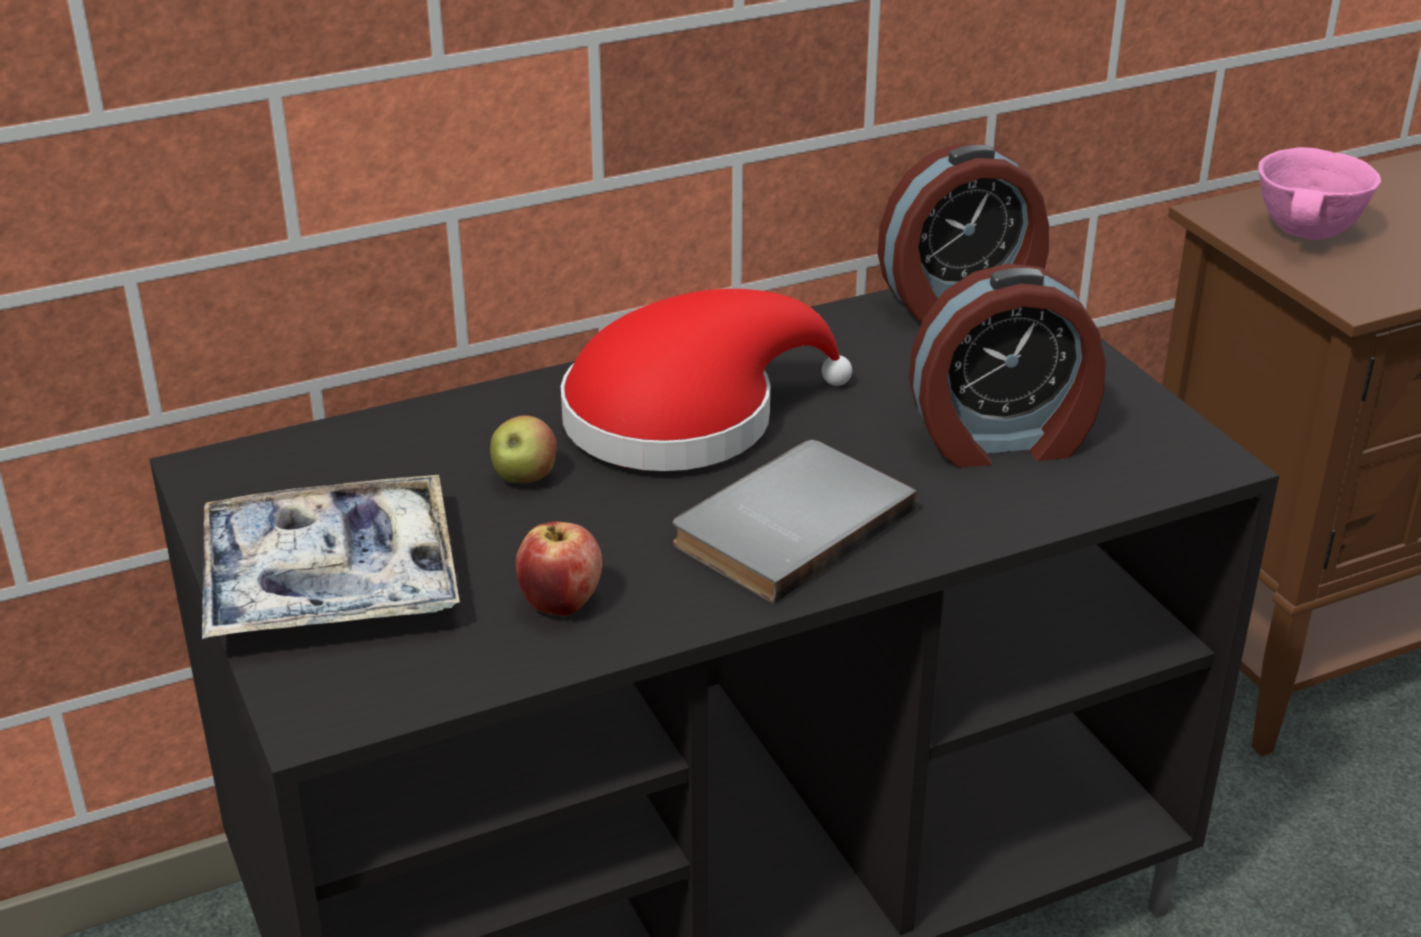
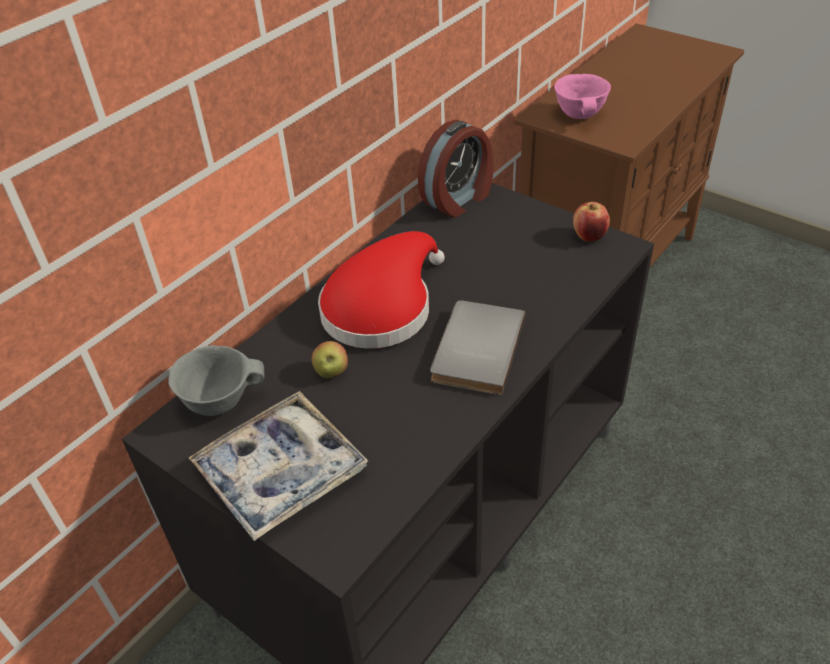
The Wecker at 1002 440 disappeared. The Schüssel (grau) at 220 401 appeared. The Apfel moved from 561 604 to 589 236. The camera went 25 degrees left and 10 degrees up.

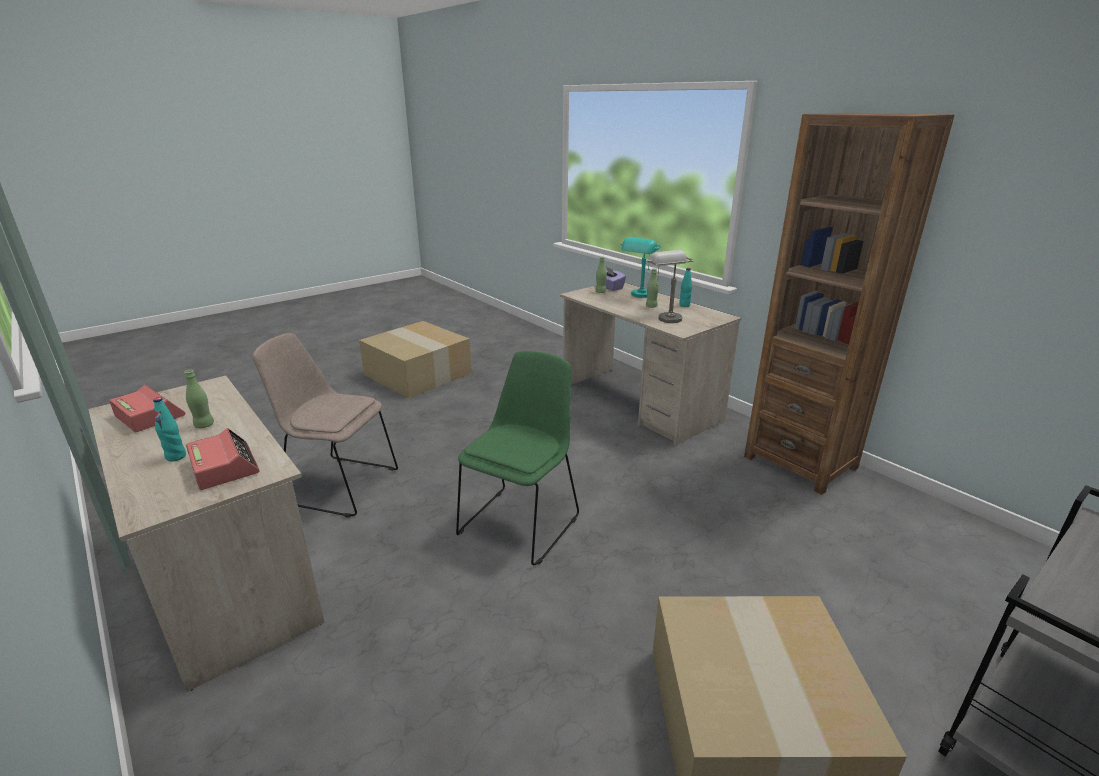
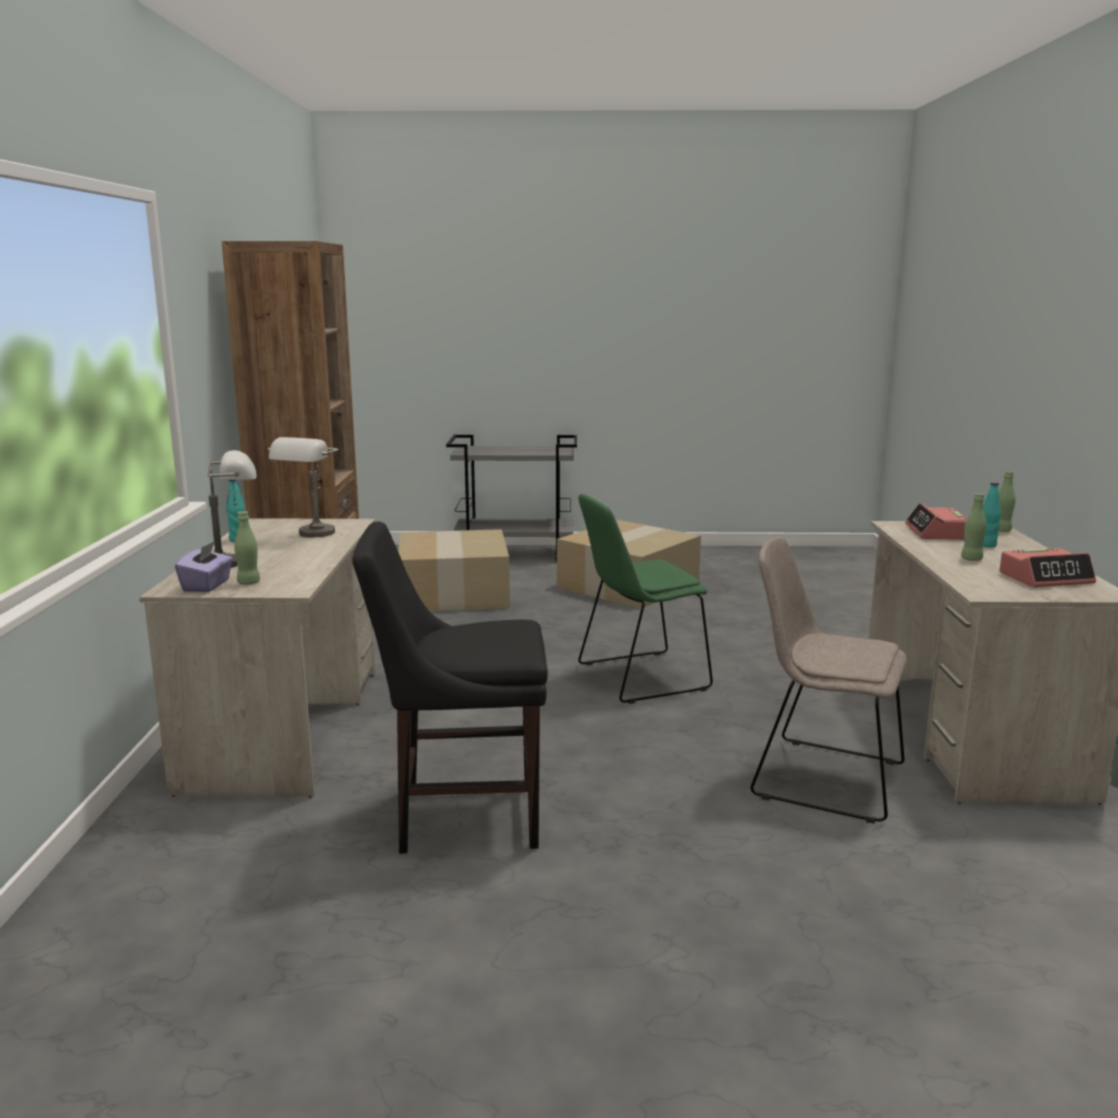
The Stuhl (schwarz) at 460 816 appeared. The Karton moved from 420 374 to 452 592. The Flasche (grün) moved from 651 306 to 1001 530. The Tischlampe (türkis) at 639 296 became the Tischlampe (grau) at 234 562. The Wecker at 149 416 turned 90 degrees counterclockwise. The Stuhl (beige) at 338 485 turned 150 degrees clockwise. The camera went 140 degrees left and 10 degrees down.

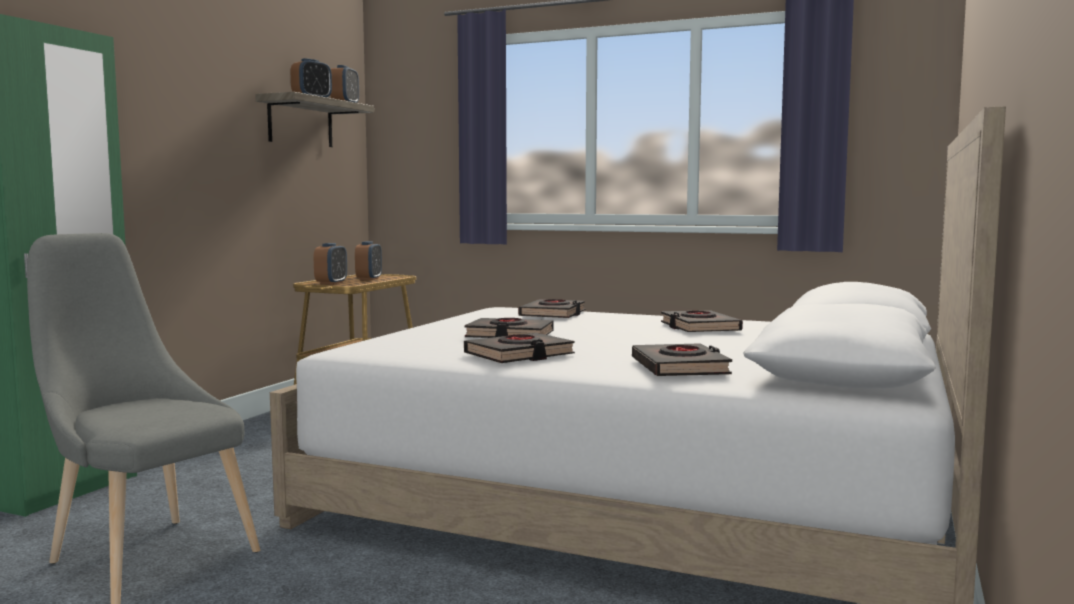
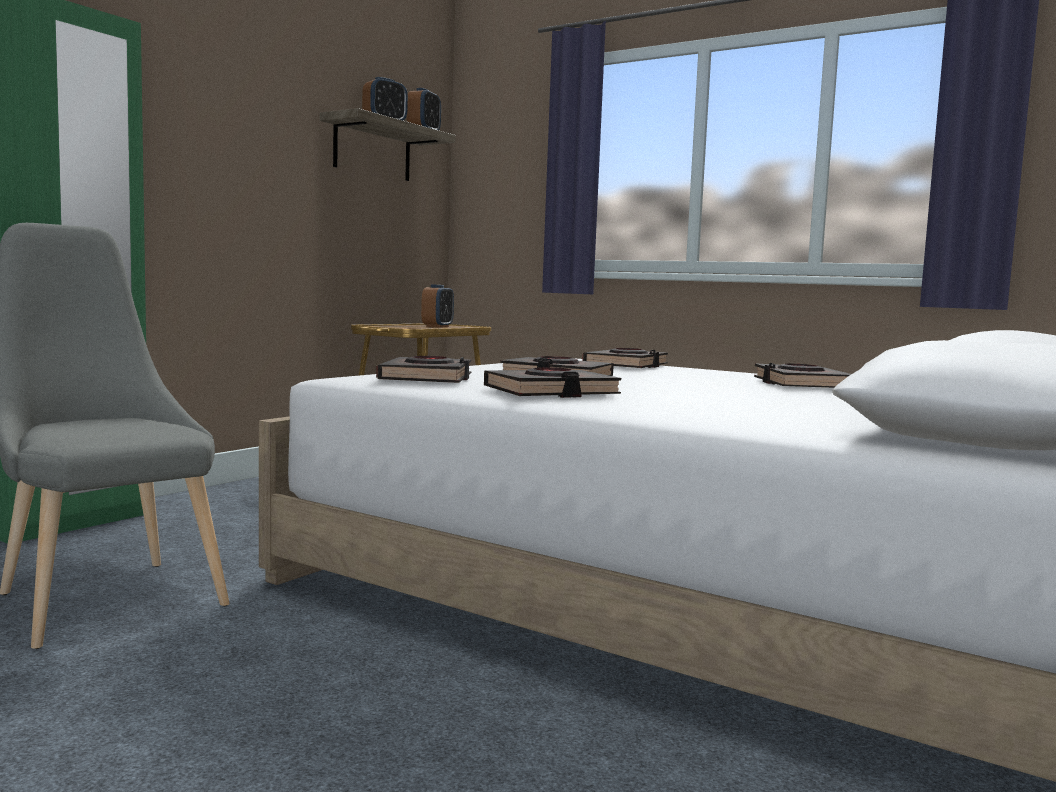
The Wecker at 331 283 disappeared. The Buch (schwarz) moved from 680 368 to 427 378. The camera went 10 degrees right and 0 degrees up.

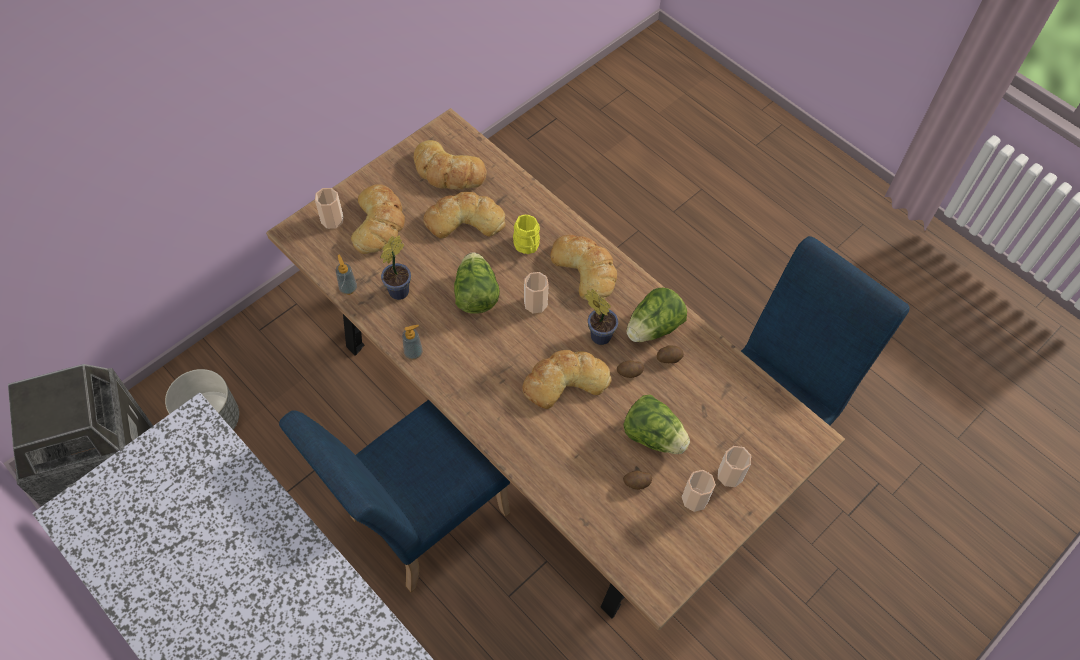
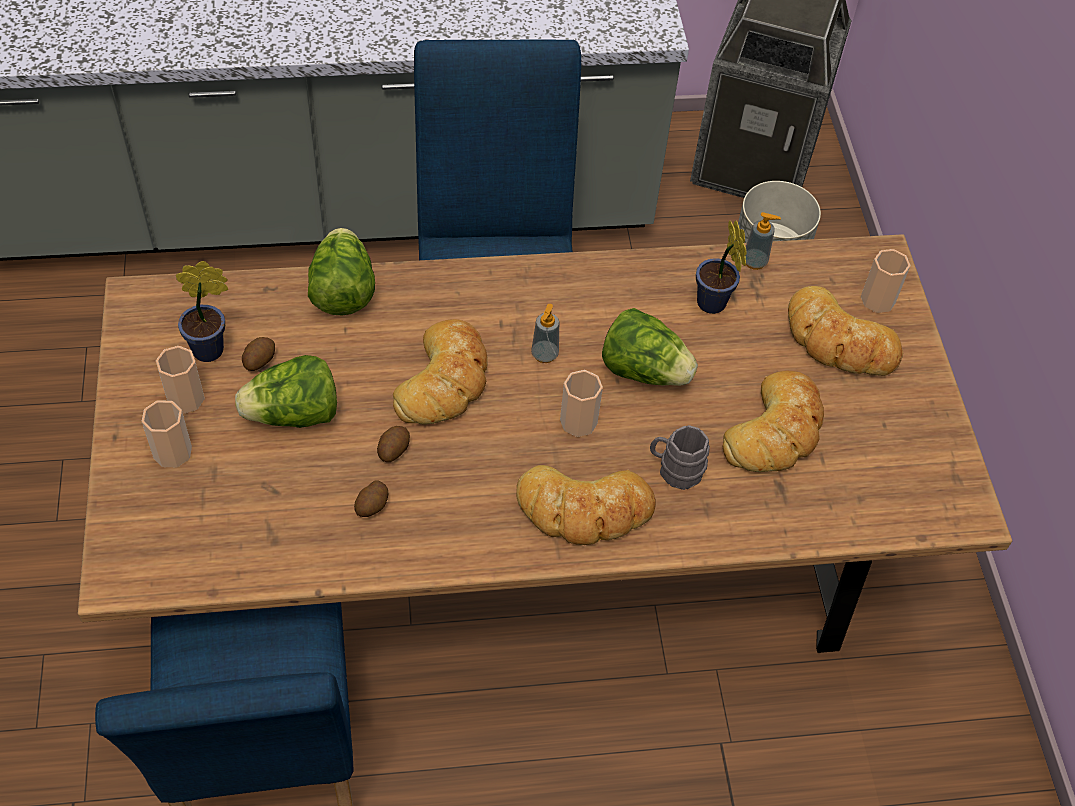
The Brot at 448 172 disappeared. The Seifenspender moved from 413 352 to 544 354. The Topfpflanze moved from 598 334 to 212 350. The Salatkopf moved from 653 328 to 342 291. The Henkelbecher (gelb) at 527 247 became the Henkelbecher (grau) at 675 470. The camera went 125 degrees right and 5 degrees down.

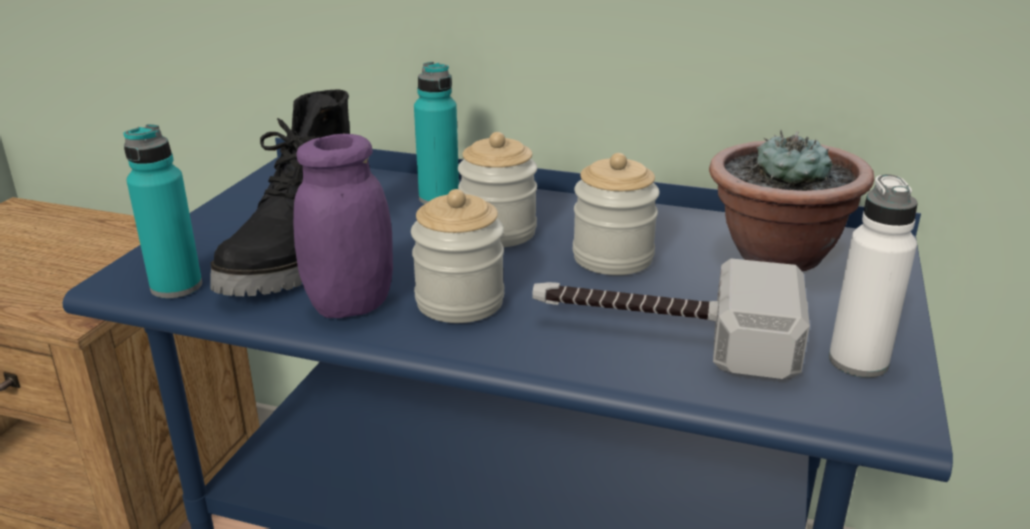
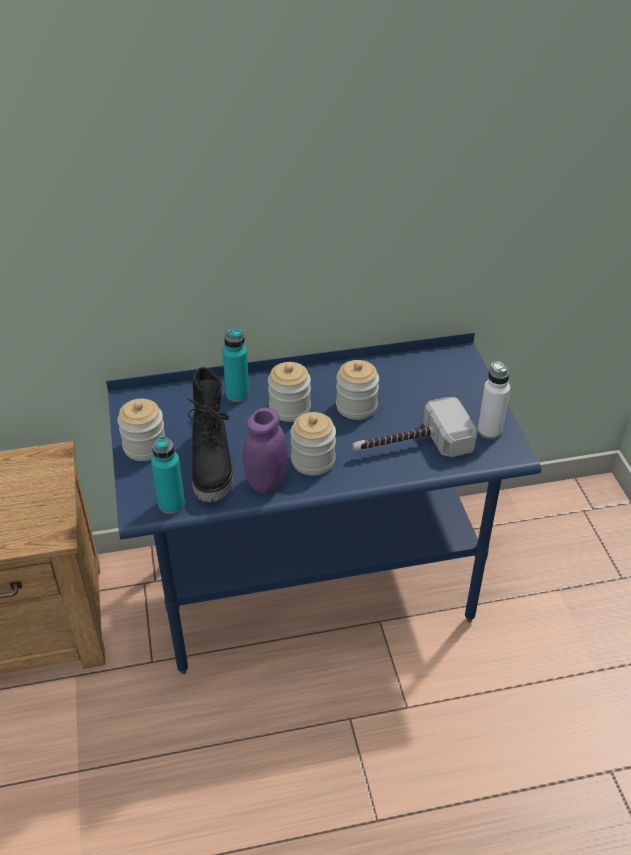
The Topfpflanze at 777 254 disappeared. The Vorratsglas at 145 447 appeared. The camera went 30 degrees left and 15 degrees up.

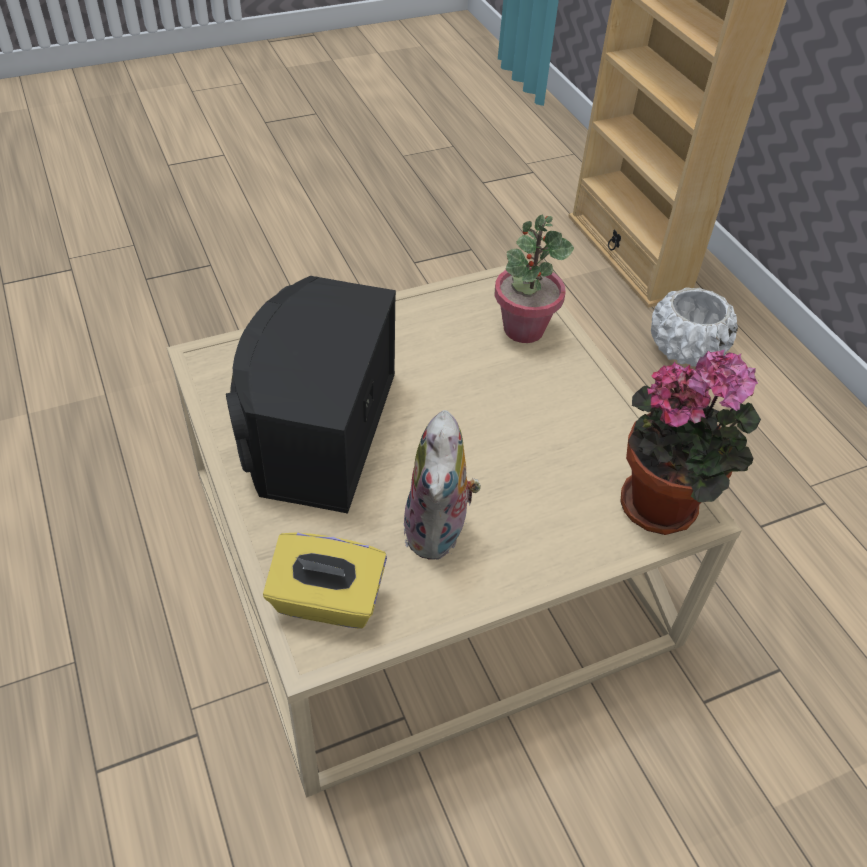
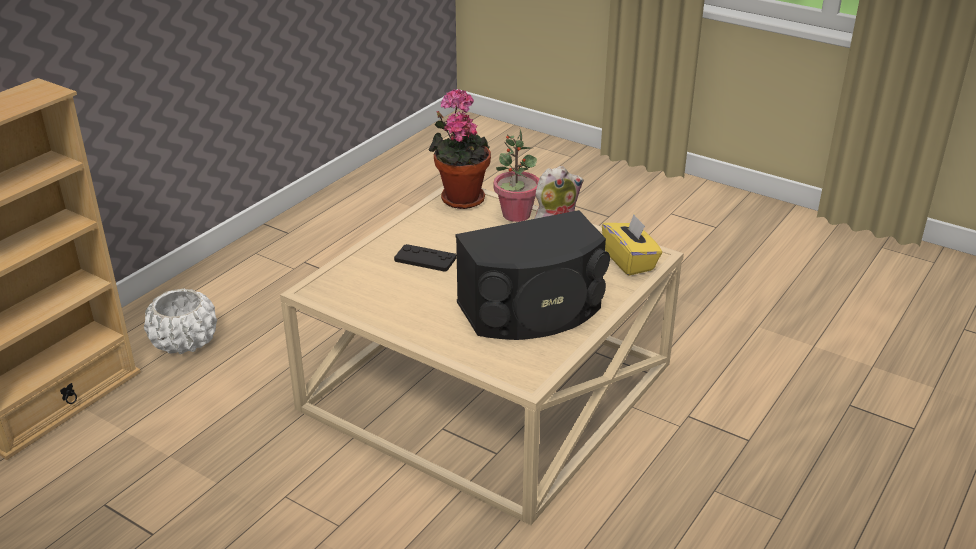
The Gamepad (schwarz) at 425 259 appeared. The Topfpflanze moved from 523 329 to 516 215. The camera went 120 degrees left and 15 degrees down.

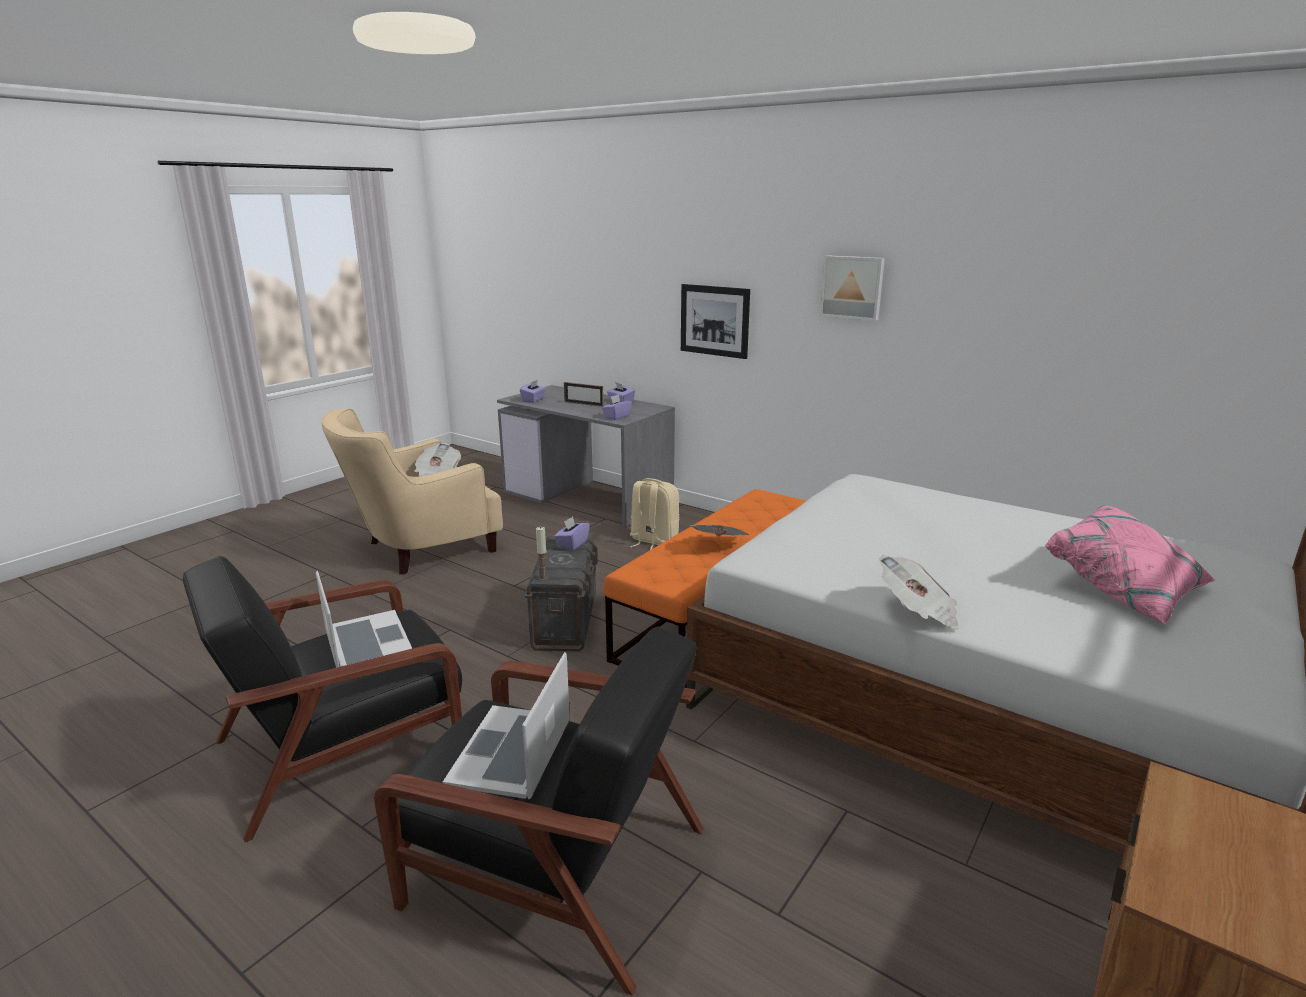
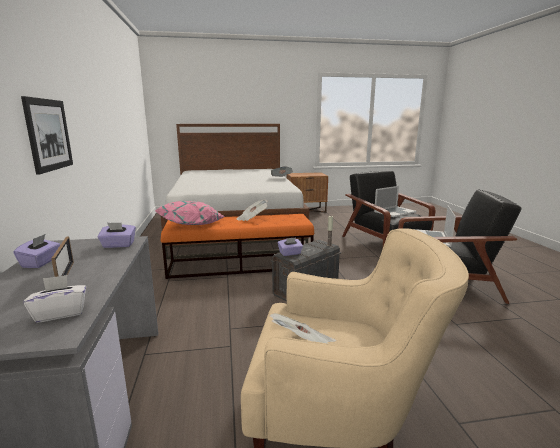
The Rucksack (beige) at 653 541 disappeared. The Bild at 852 287 disappeared. The Kissen (rosa) moved from 1124 589 to 193 226. The Taschentuchbox (lila) at 533 400 became the Taschentuchbox (weiß) at 61 313. The camera went 135 degrees left and 5 degrees down.

